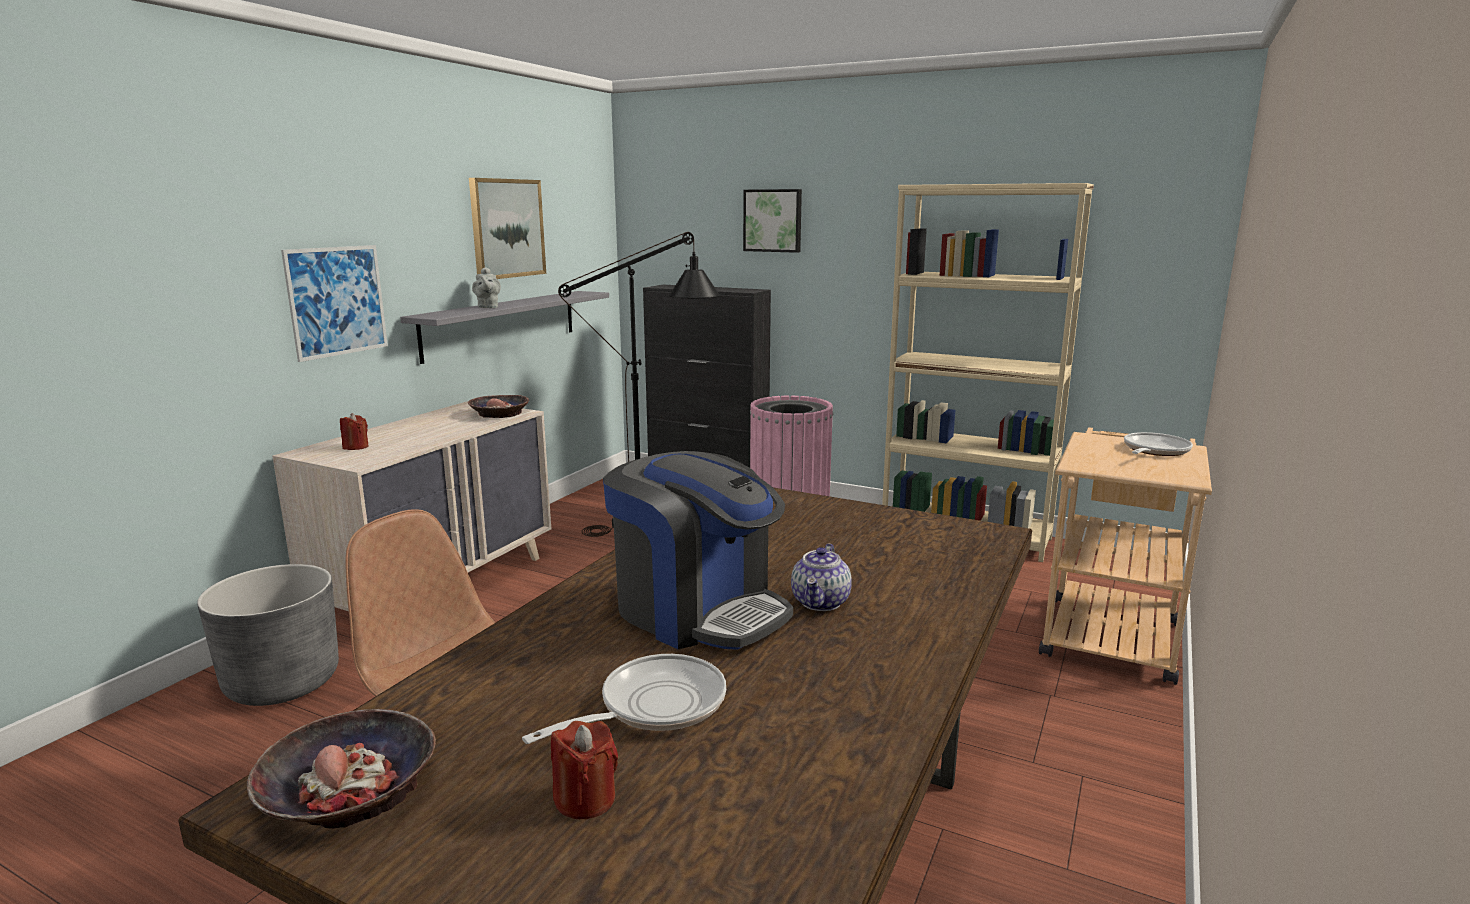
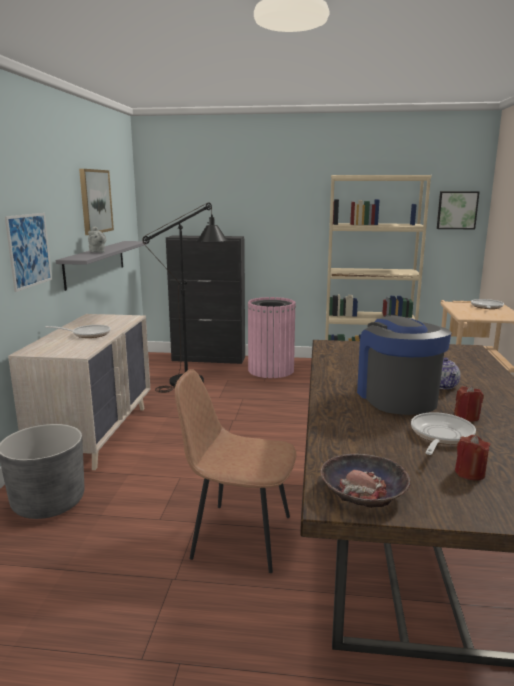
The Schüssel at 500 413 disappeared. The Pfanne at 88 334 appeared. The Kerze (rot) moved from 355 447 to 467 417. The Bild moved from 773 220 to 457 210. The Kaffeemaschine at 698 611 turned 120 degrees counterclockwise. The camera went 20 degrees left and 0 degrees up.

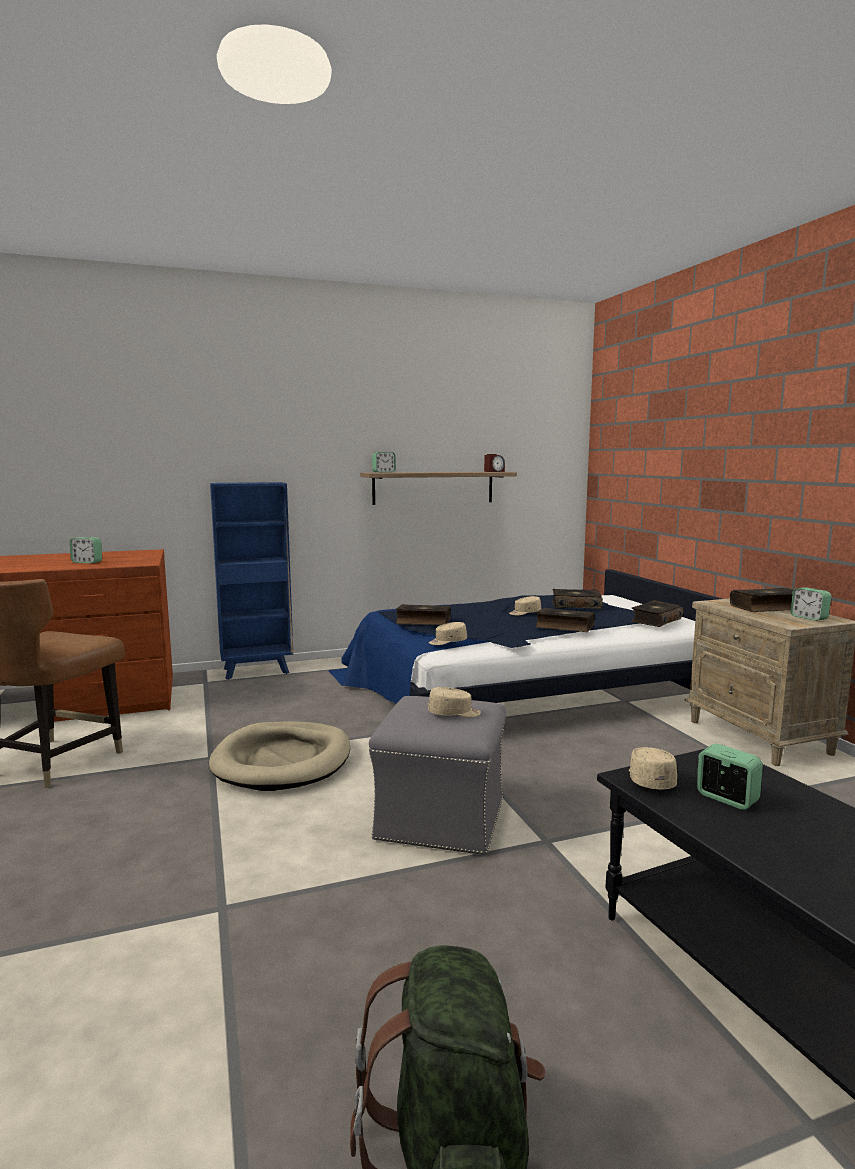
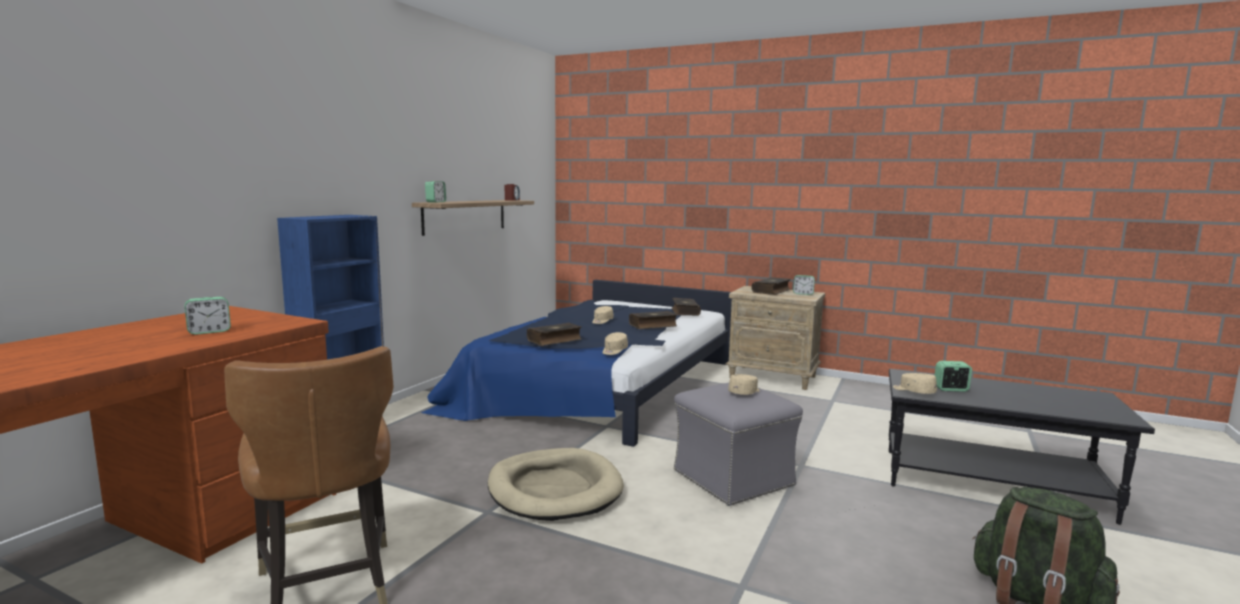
The Buch at 576 605 disappeared. The camera went 45 degrees left and 0 degrees up.

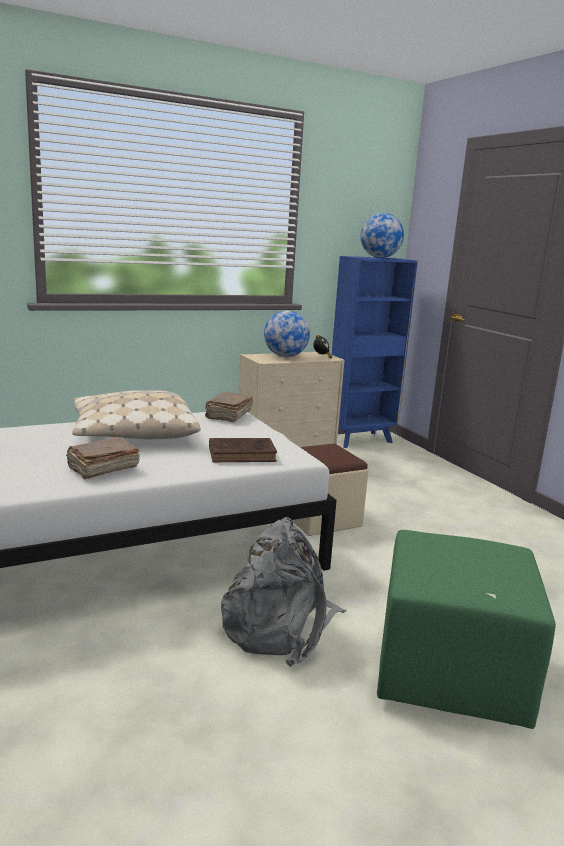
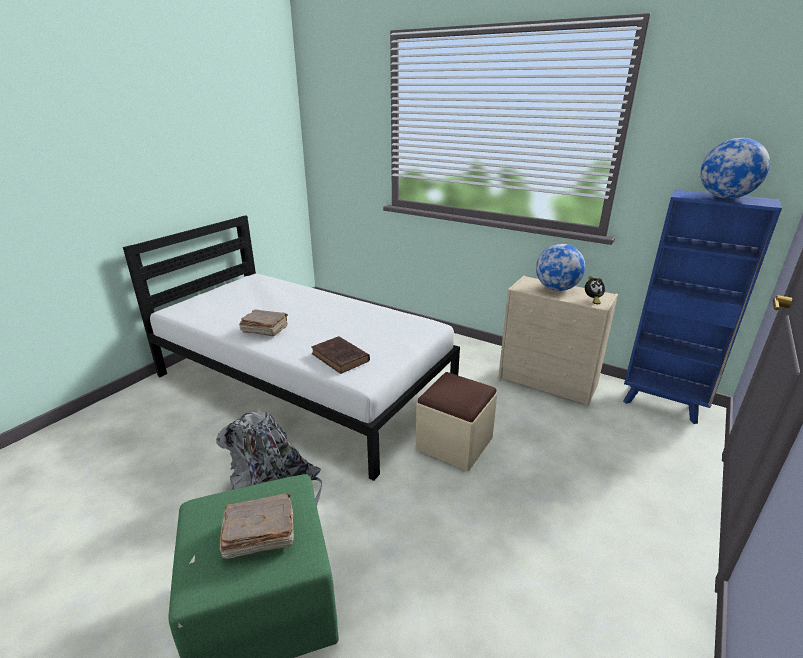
The Kissen (beige) at 132 432 disappeared. The Buch (braun) moved from 228 415 to 258 535. The camera went 60 degrees right and 10 degrees up.

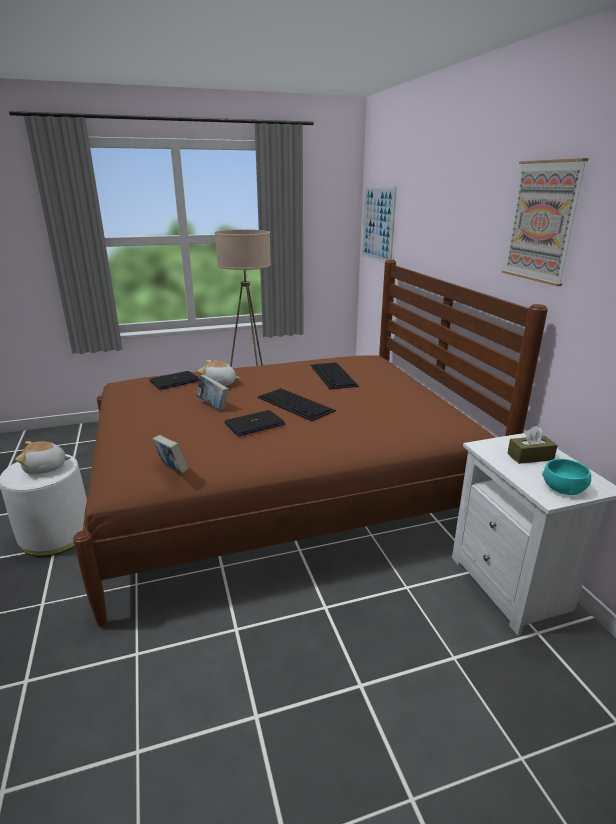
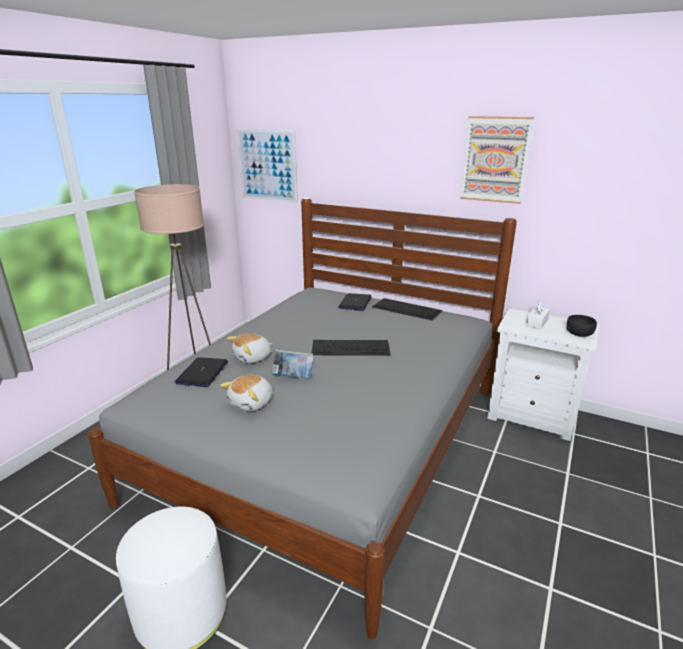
The Buch at 172 469 disappeared. The Plüschtier moved from 45 468 to 252 403. The Laptop moved from 254 424 to 355 303. The Tastatur moved from 334 375 to 407 309. The Bett (braun) at 281 494 became the Bett (grau) at 329 440. The Taschentuchbox (braun) at 530 456 became the Taschentuchbox (weiß) at 537 323. The Schüssel (türkis) at 563 488 became the Schüssel (schwarz) at 579 333. The camera went 45 degrees left and 0 degrees up.

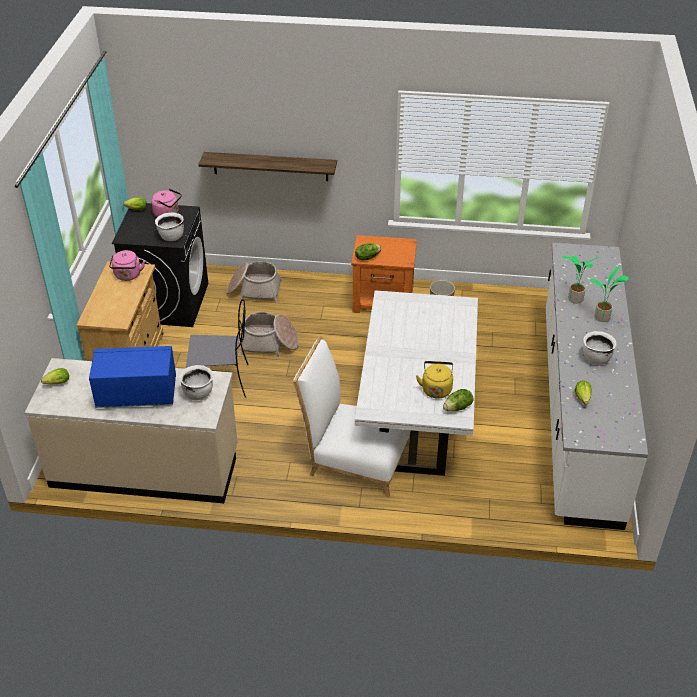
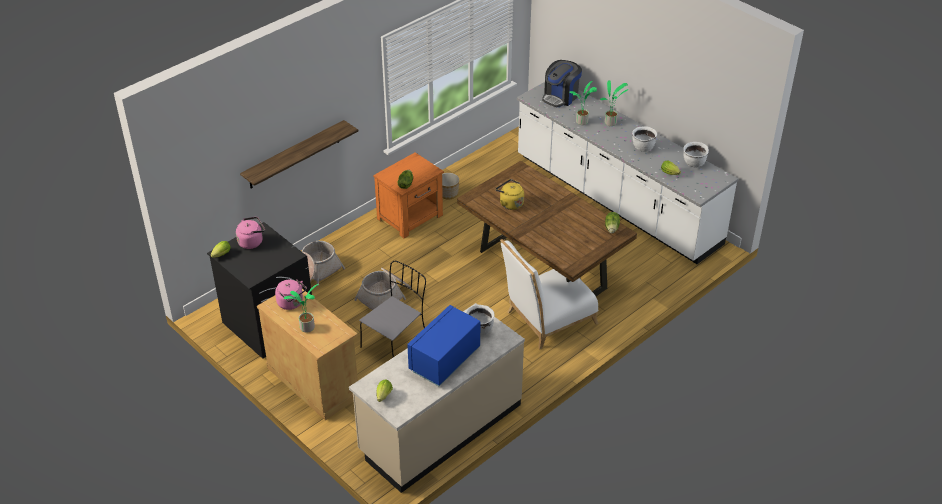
The Topfpflanze at 306 328 appeared. The Kaffeemaschine at 561 97 appeared. The Kochtopf (weiß) moved from 171 237 to 694 163. The Wasserkessel (gelb) moved from 436 388 to 510 203. The Esstisch (weiß) at 415 416 became the Esstisch (braun) at 541 270. The camera went 50 degrees left and 0 degrees up.

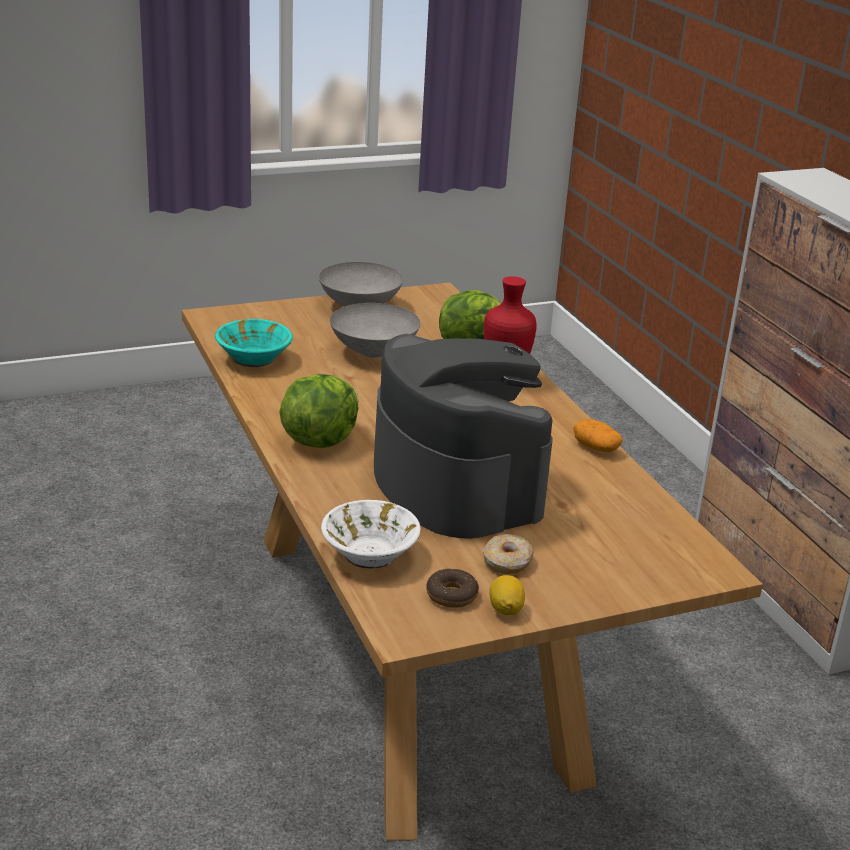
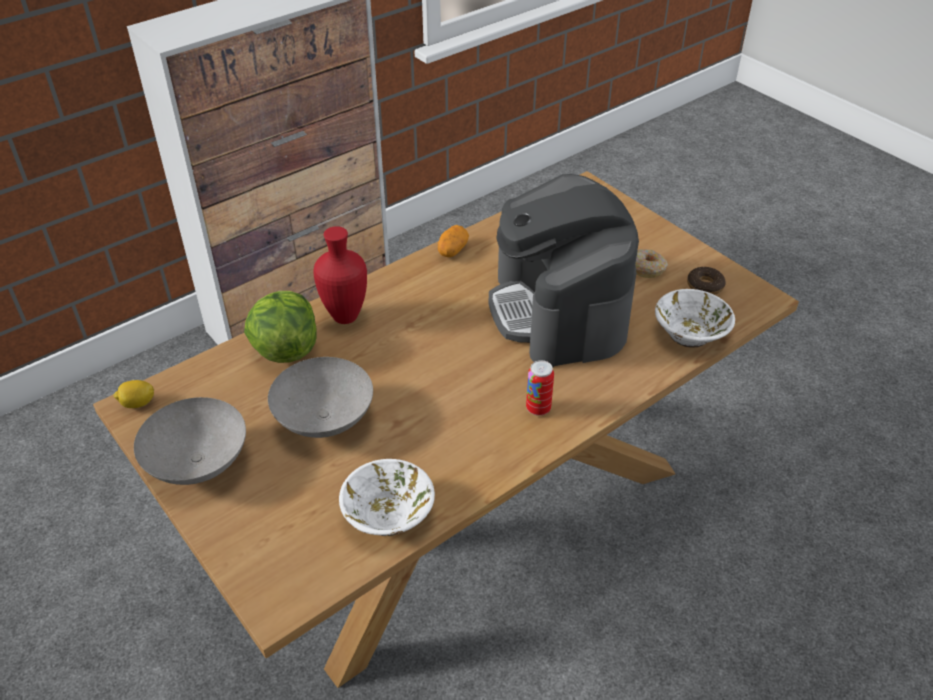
The Zitrone moved from 505 609 to 138 403. The Salatkopf at 319 439 was replaced by the Dose at 538 408. The Schüssel (türkis) at 254 359 became the Schüssel (weiß) at 389 514. The Kaffeemaschine at 455 484 turned 60 degrees counterclockwise. The camera went 105 degrees left and 15 degrees up.

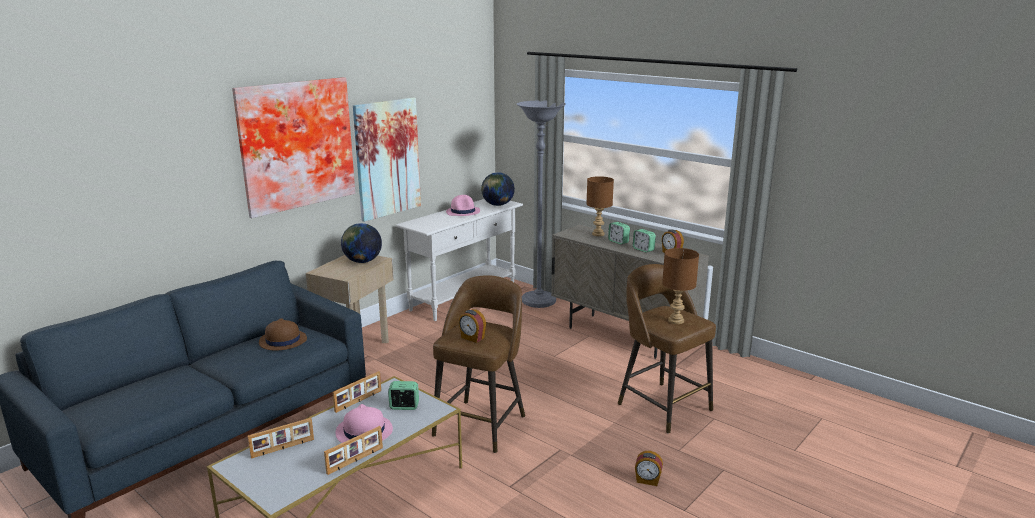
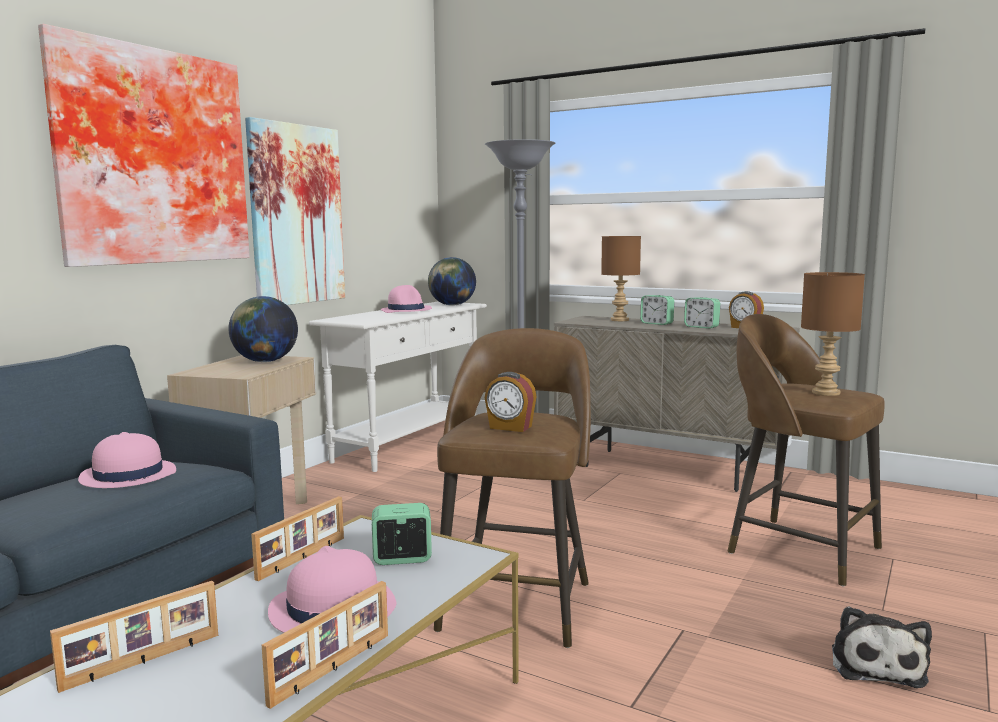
The Wecker at 647 480 was replaced by the Plüschtier at 876 665. The Hut (braun) at 282 341 became the Hut (rosa) at 127 476. The camera went 10 degrees left and 10 degrees down.

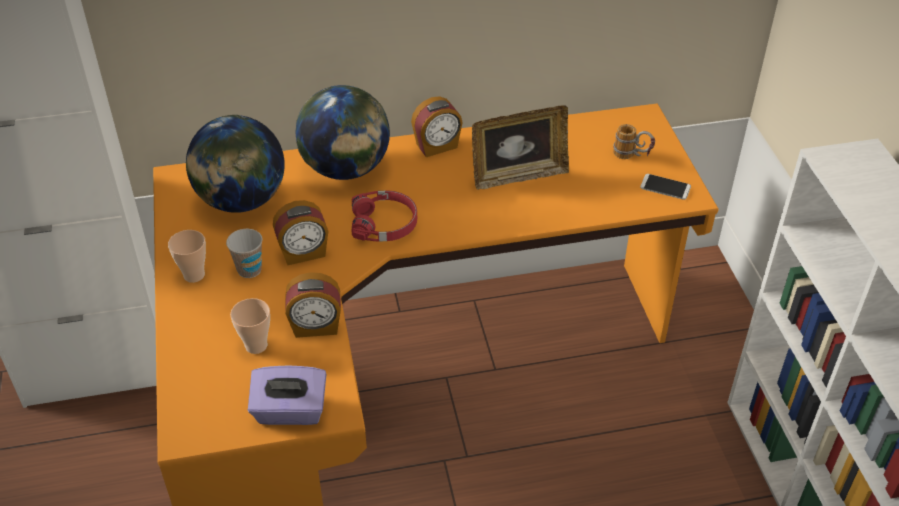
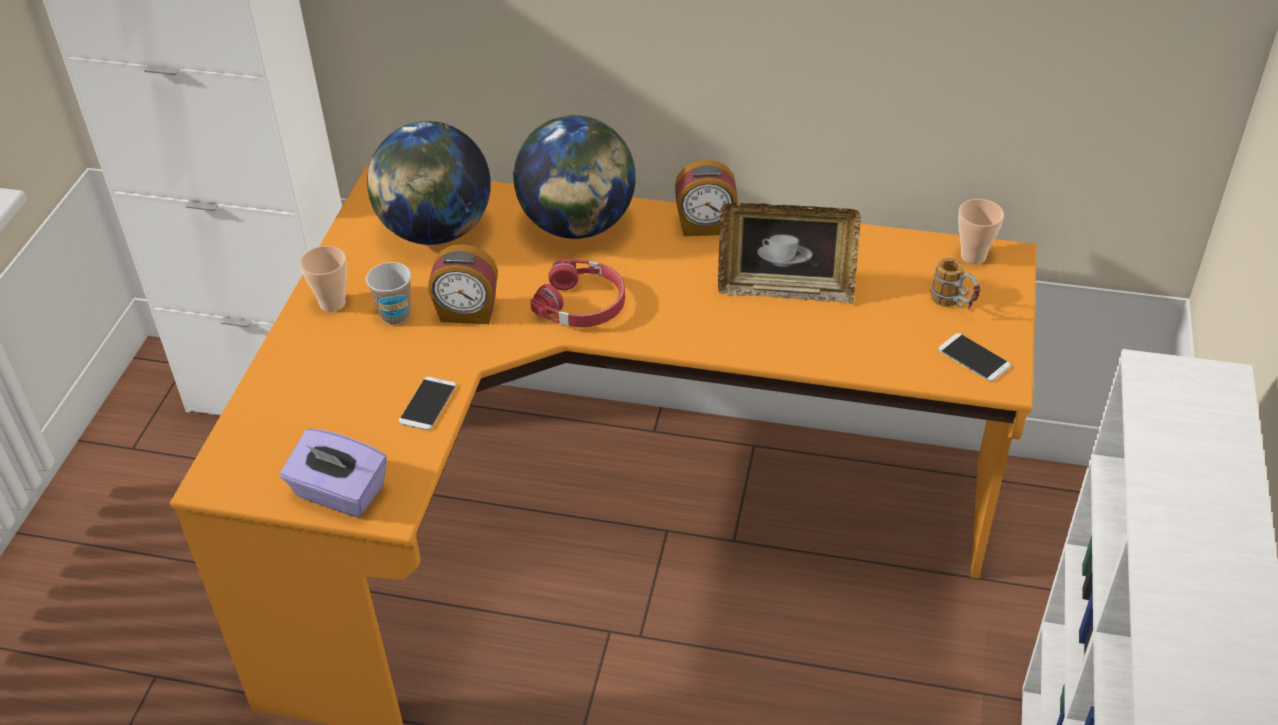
The Tasse moved from 256 345 to 973 256. The Wecker at 316 327 was replaced by the Handy at 428 404. The camera went 25 degrees right and 0 degrees up.

